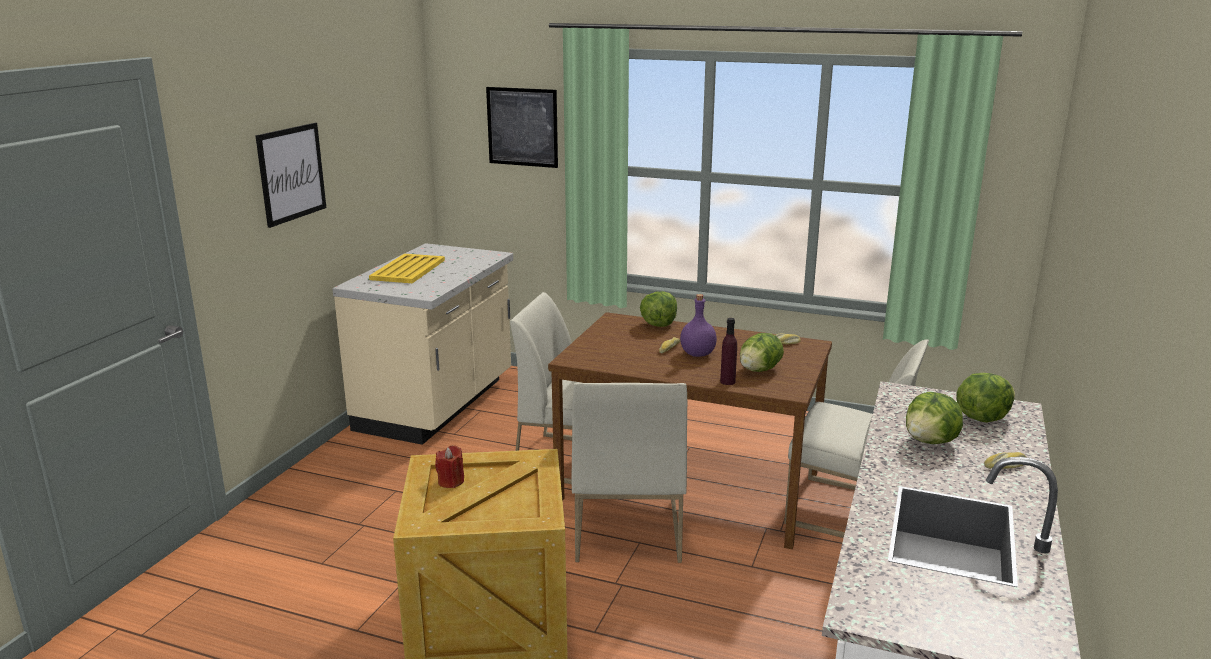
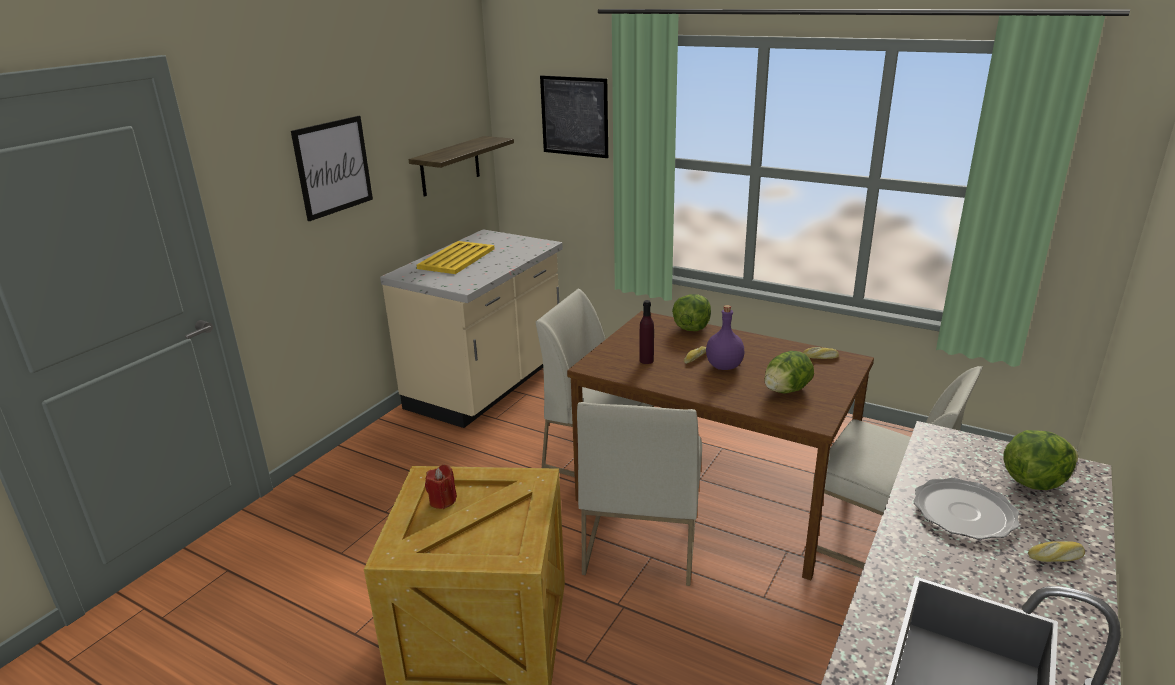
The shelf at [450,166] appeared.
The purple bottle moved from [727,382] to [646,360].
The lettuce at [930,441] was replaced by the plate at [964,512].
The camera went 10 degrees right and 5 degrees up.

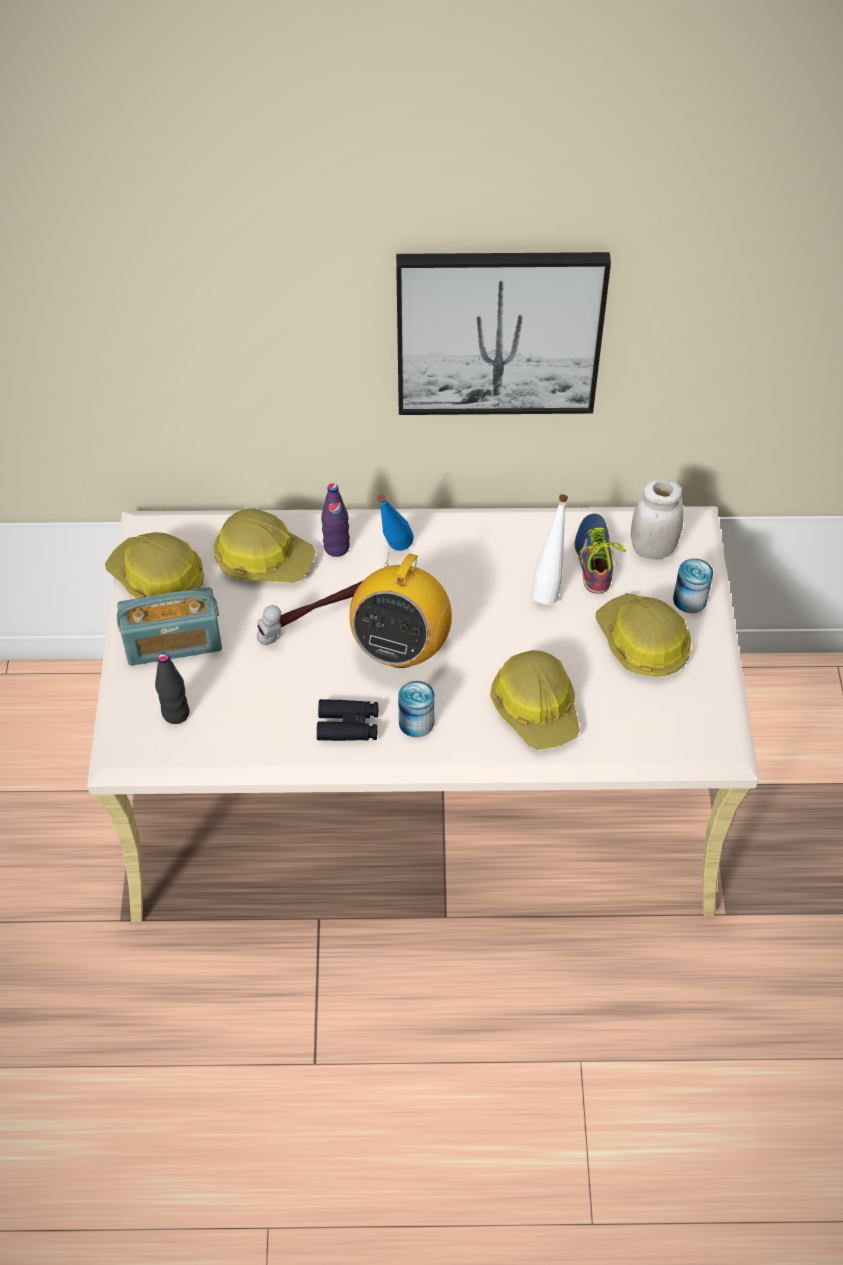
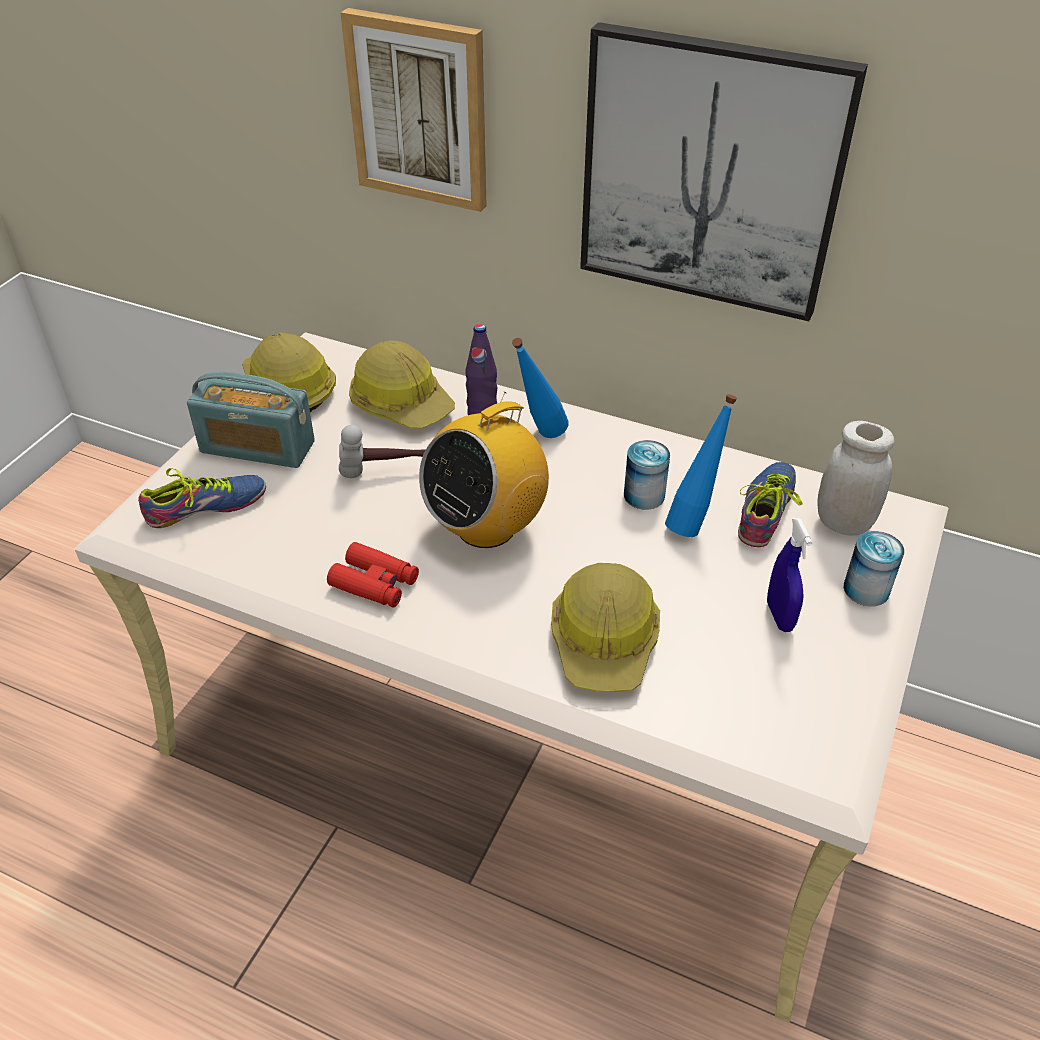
The picture at [419,110] appeared.
The can moved from [416,722] to [644,495].
The black bottle at [176,713] was replaced by the shoe at [208,509].
The hard hat at [642,643] was replaced by the blue spray bottle at [779,616].
The black binoculars at [348,725] became the red binoculars at [375,583].
The white bottle at [548,587] became the blue bottle at [693,522].
The camera went 25 degrees right and 10 degrees down.

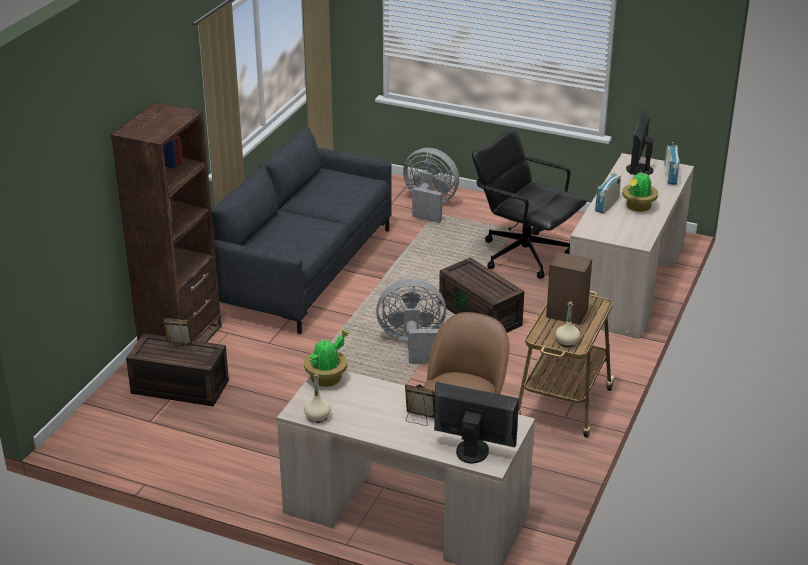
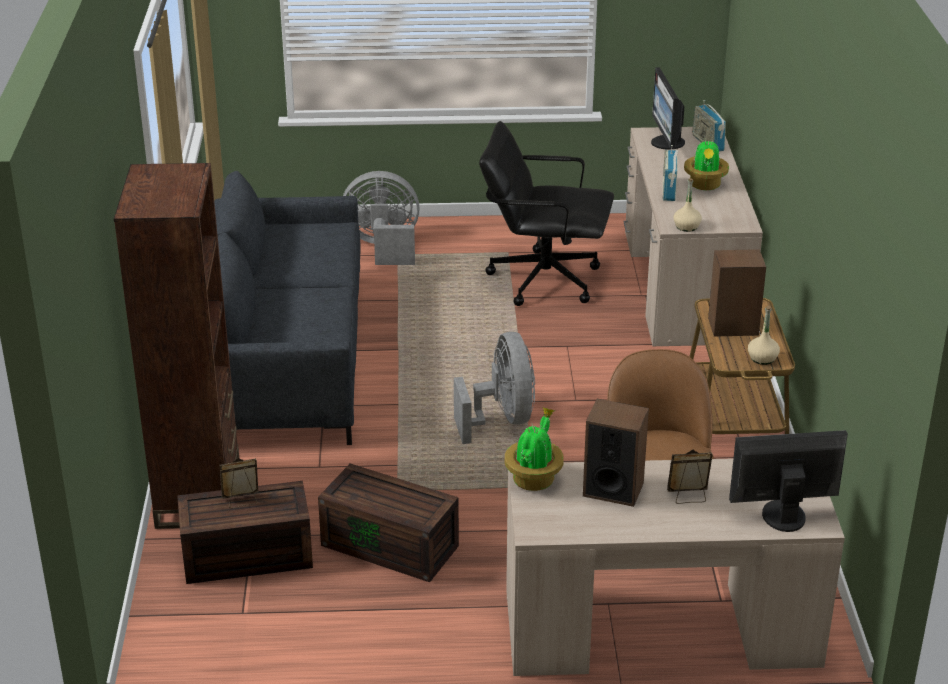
The speaker at [613,489] appeared.
The beige bottle moved from [317,416] to [686,226].
The brown storage box moved from [482,314] to [392,545].
The grey fan at [413,344] turned 105 degrees clockwise.
The camera went 25 degrees left and 0 degrees up.

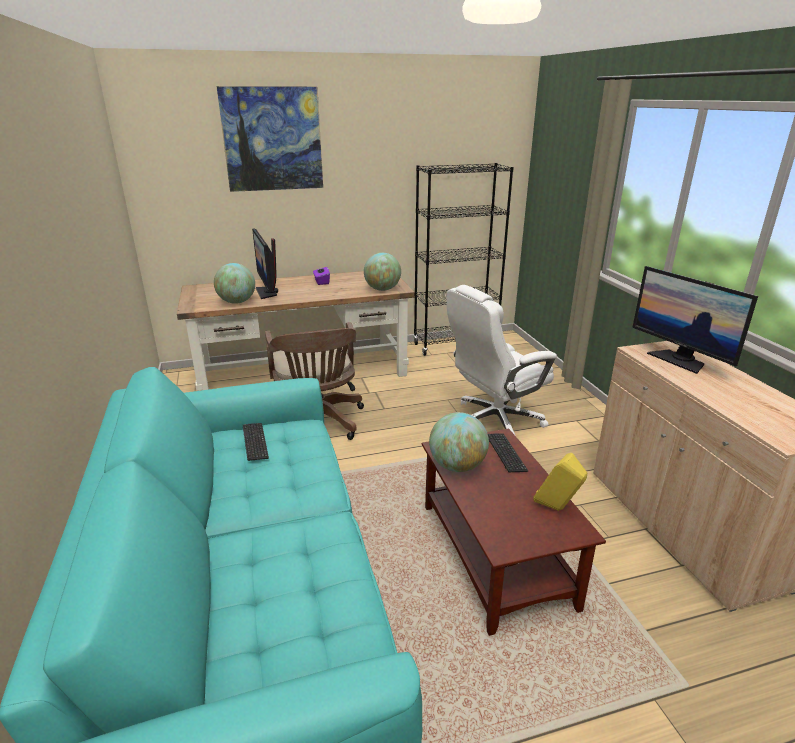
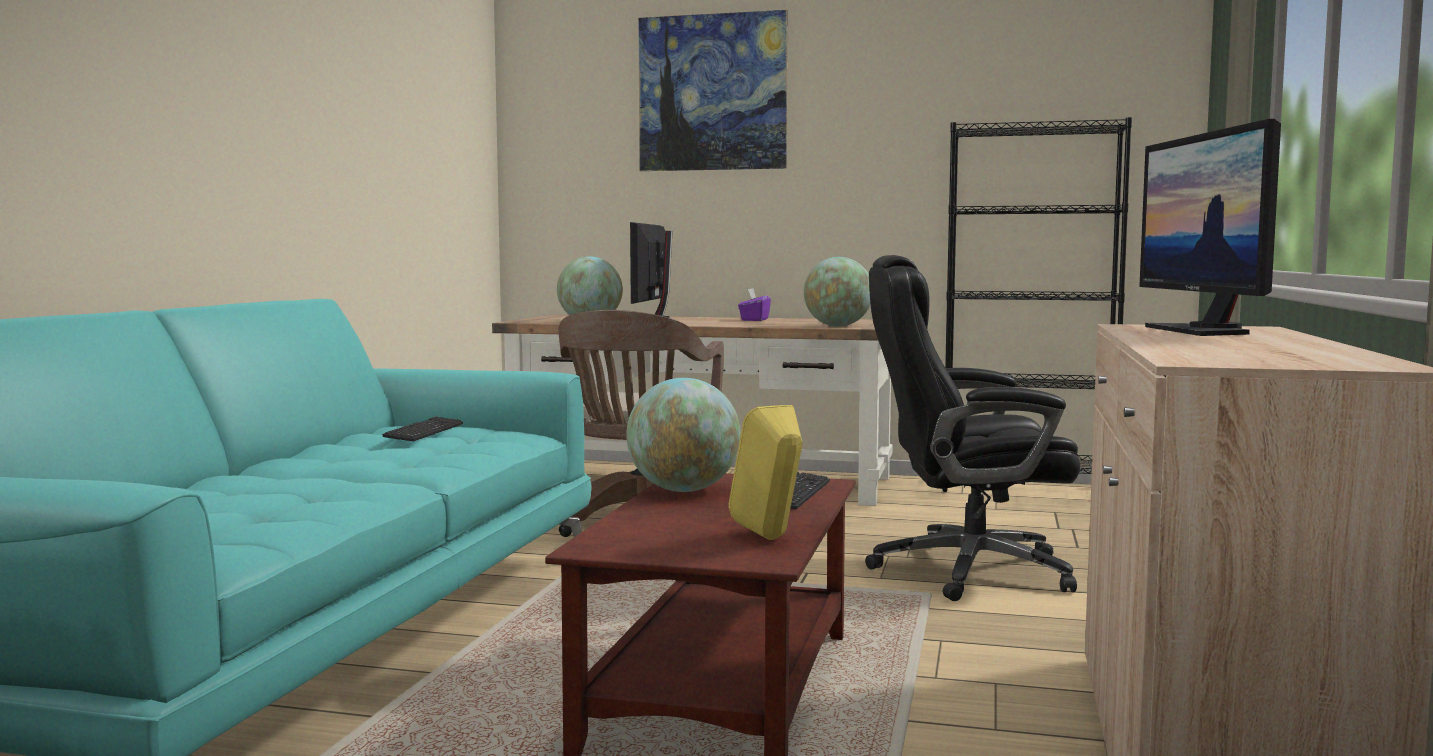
The white office chair at [494,422] became the black office chair at [966,571].
The camera went 30 degrees right and 20 degrees down.

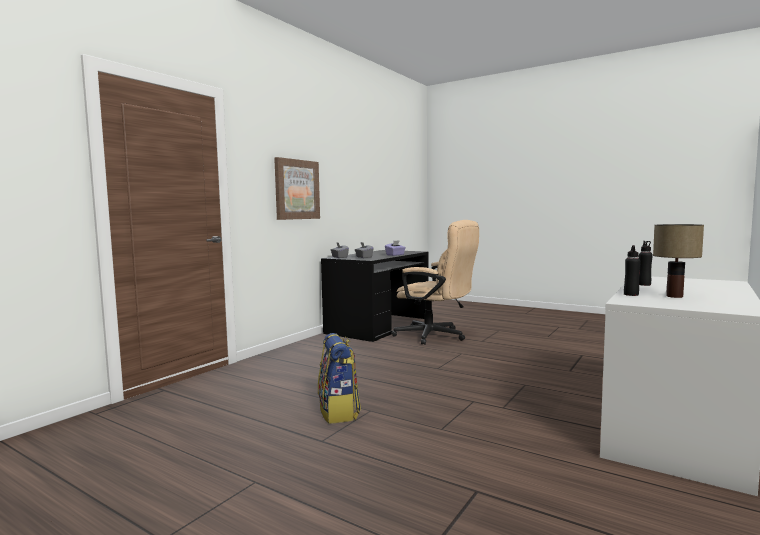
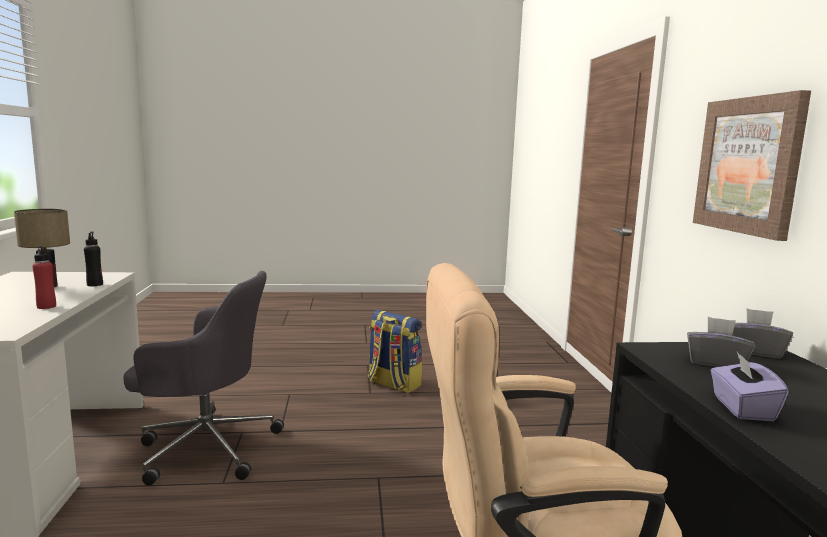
The grey office chair at [205,447] appeared.
The black bottle at [644,284] became the red bottle at [46,306].
The camera went 140 degrees right and 5 degrees up.

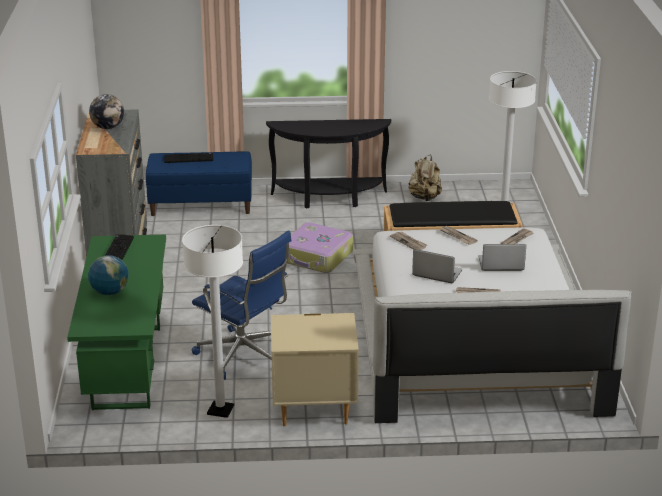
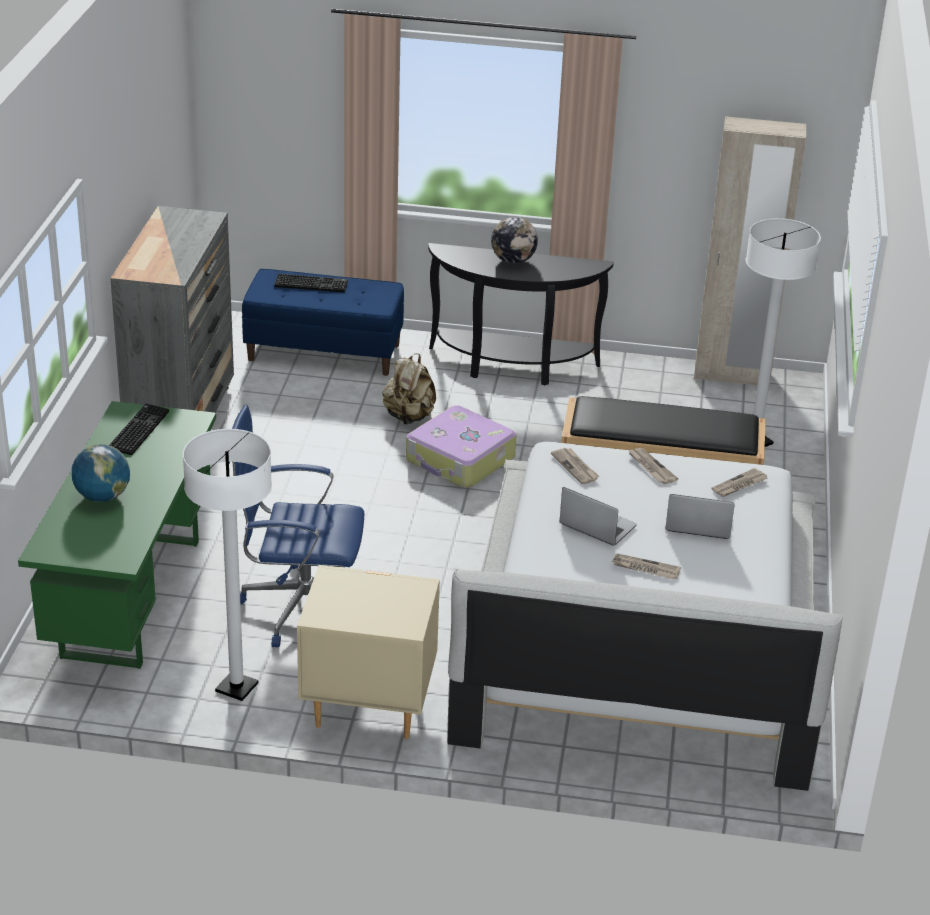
The beige wardrobe at [732,375] appeared.
The globe moved from [108,127] to [513,261].
The beige backpack moved from [425,197] to [409,417].
The blue office chair at [244,356] turned 135 degrees clockwise.
The camera went 10 degrees right and 5 degrees up.

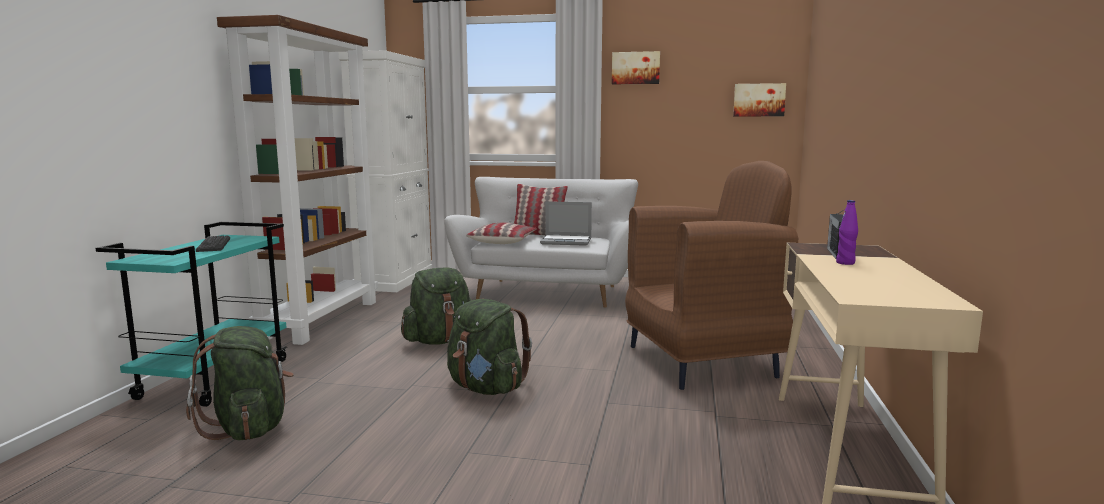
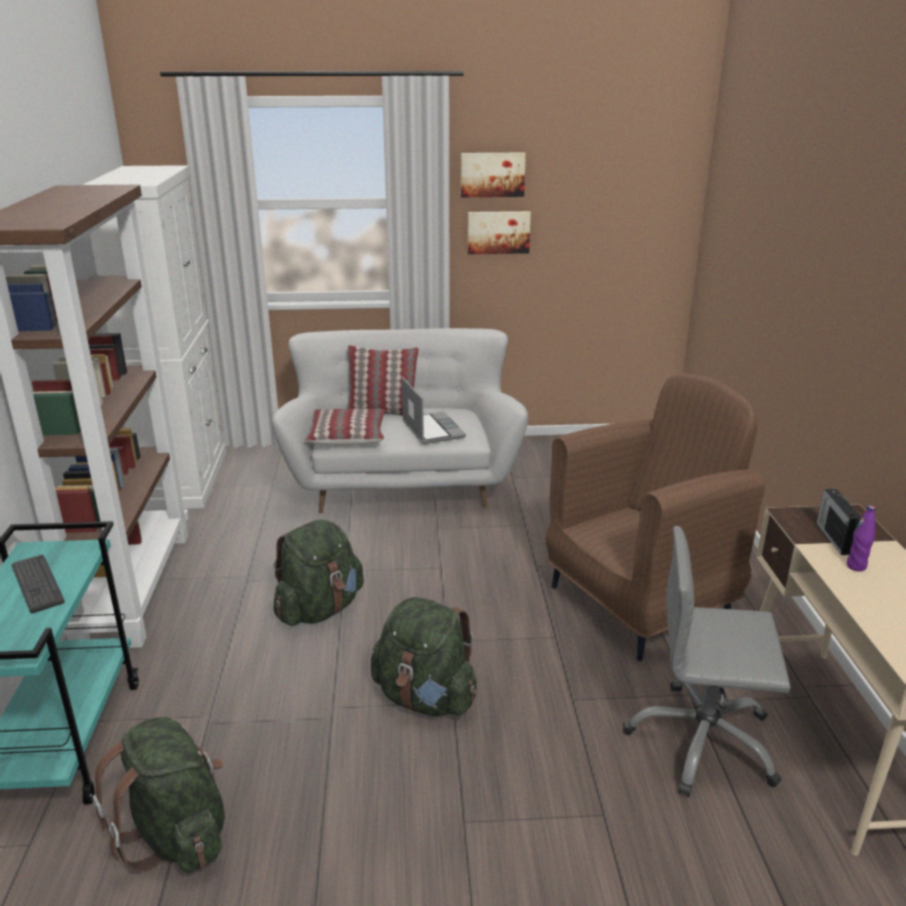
The grey office chair at [702,741] appeared.
The picture moved from [759,100] to [498,232].
The laptop at [567,241] turned 105 degrees counterclockwise.
The camera went 15 degrees left and 15 degrees up.

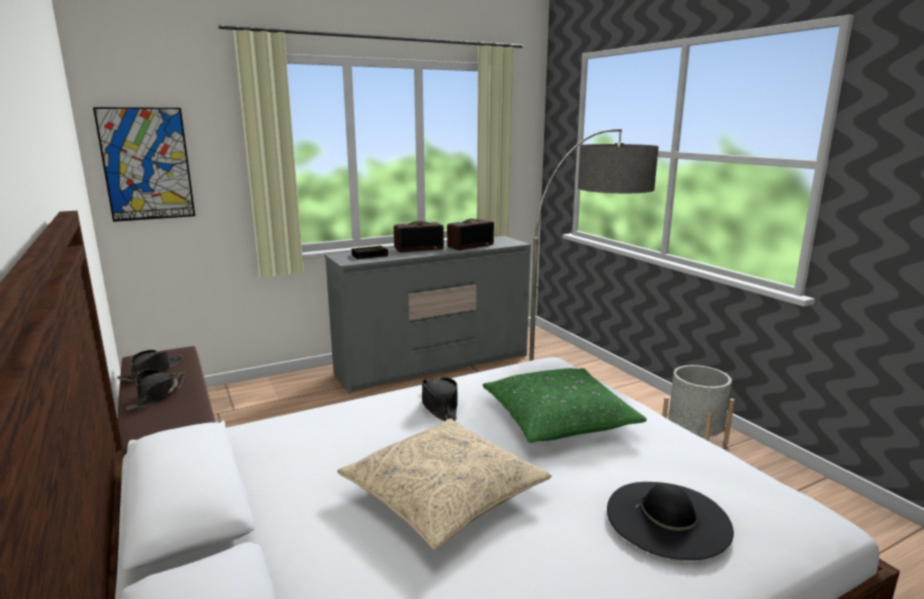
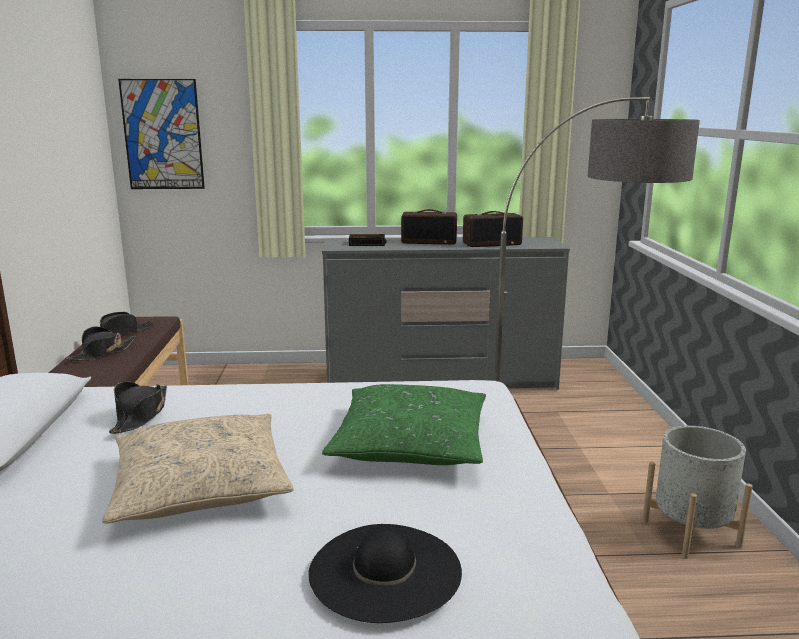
The black hat moved from [439,405] to [140,415].
The camera went 25 degrees right and 0 degrees up.

